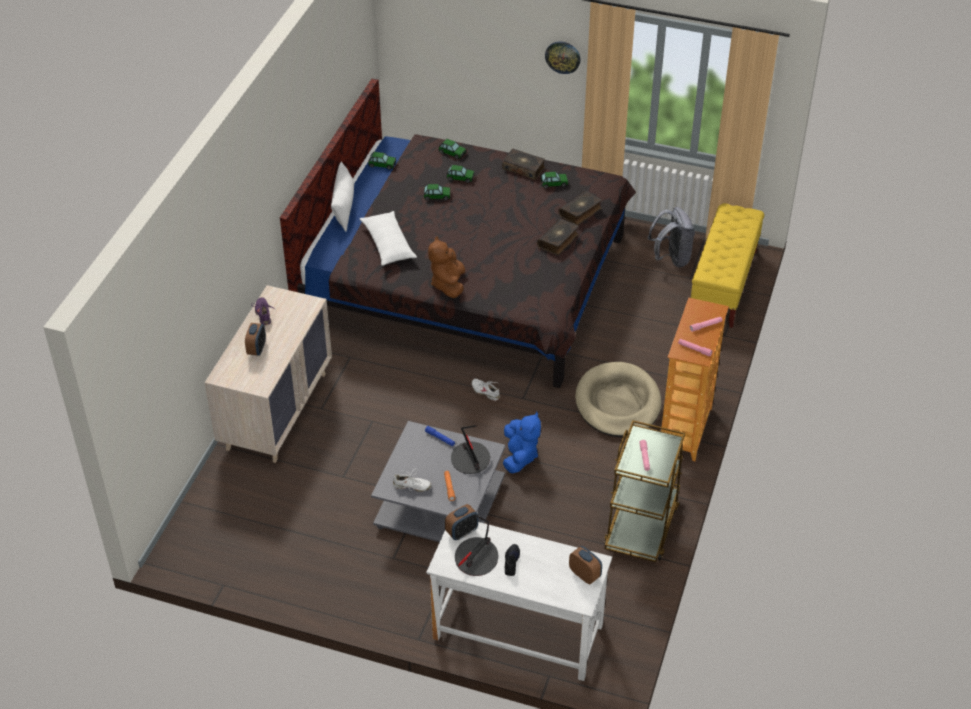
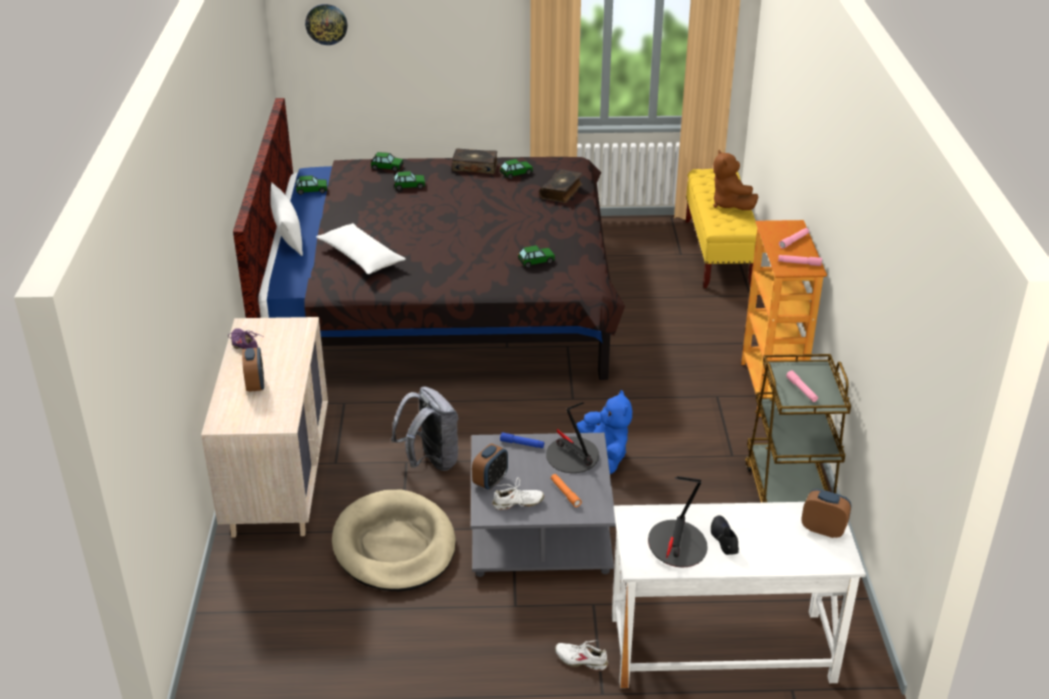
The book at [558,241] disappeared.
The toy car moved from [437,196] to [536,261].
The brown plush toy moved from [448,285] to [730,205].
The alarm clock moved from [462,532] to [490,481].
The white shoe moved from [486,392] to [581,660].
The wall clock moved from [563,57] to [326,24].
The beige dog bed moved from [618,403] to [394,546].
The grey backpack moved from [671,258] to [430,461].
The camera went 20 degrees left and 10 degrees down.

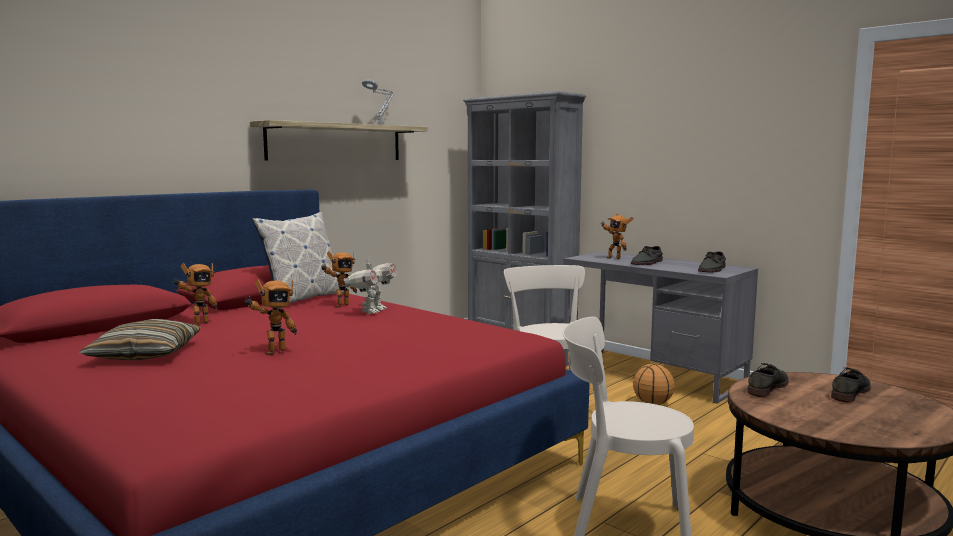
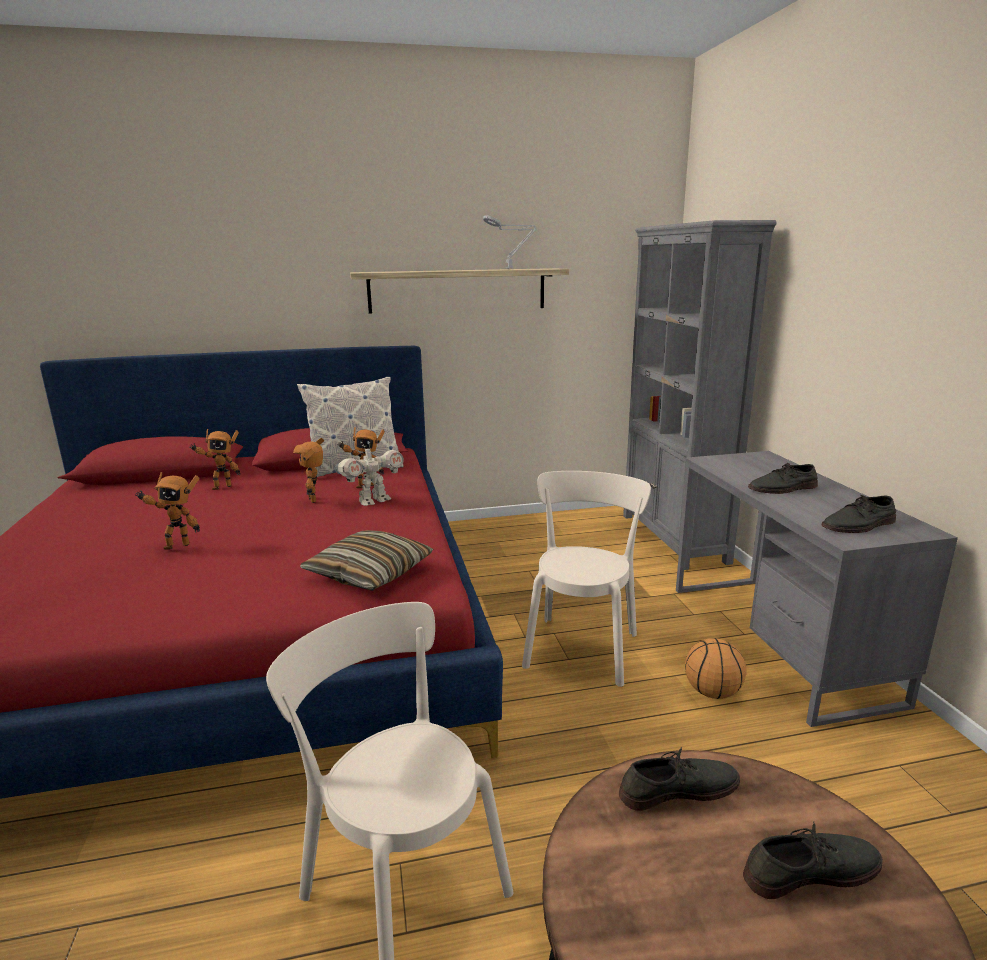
The pillow moved from [145,354] to [370,573].
The toy robot moved from [614,258] to [315,499].
The camera went 35 degrees right and 10 degrees up.

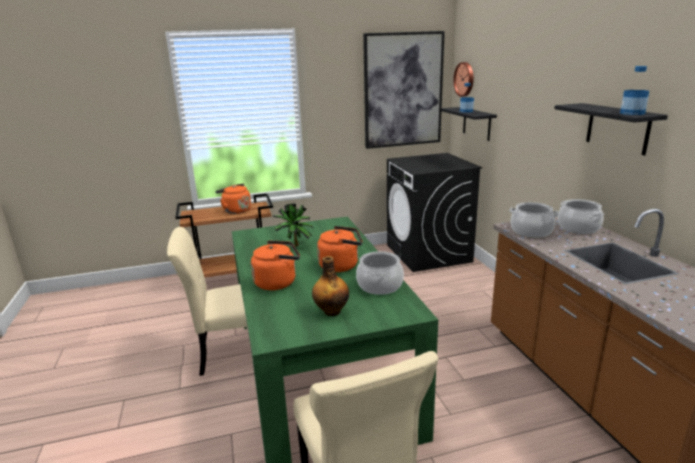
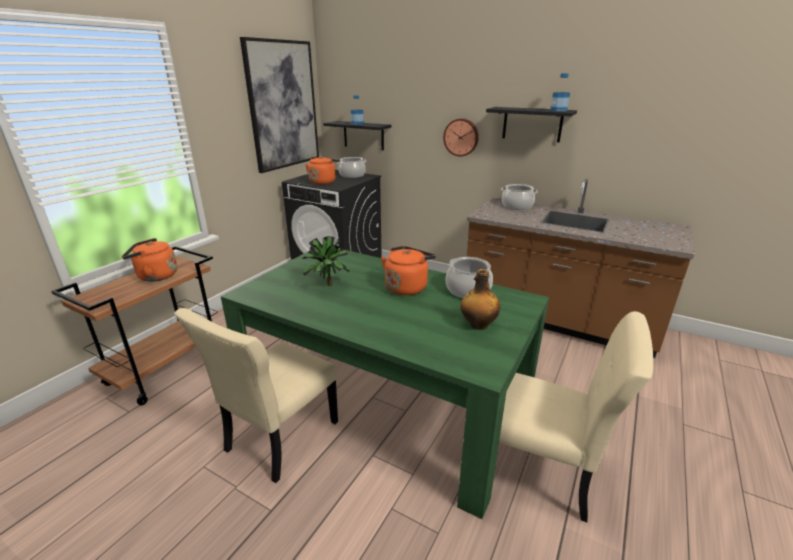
The orange kettle moved from [278,282] to [323,182].
The wall clock moved from [465,79] to [461,137].
The cooking pot moved from [531,231] to [352,175].
The camera went 45 degrees left and 5 degrees up.

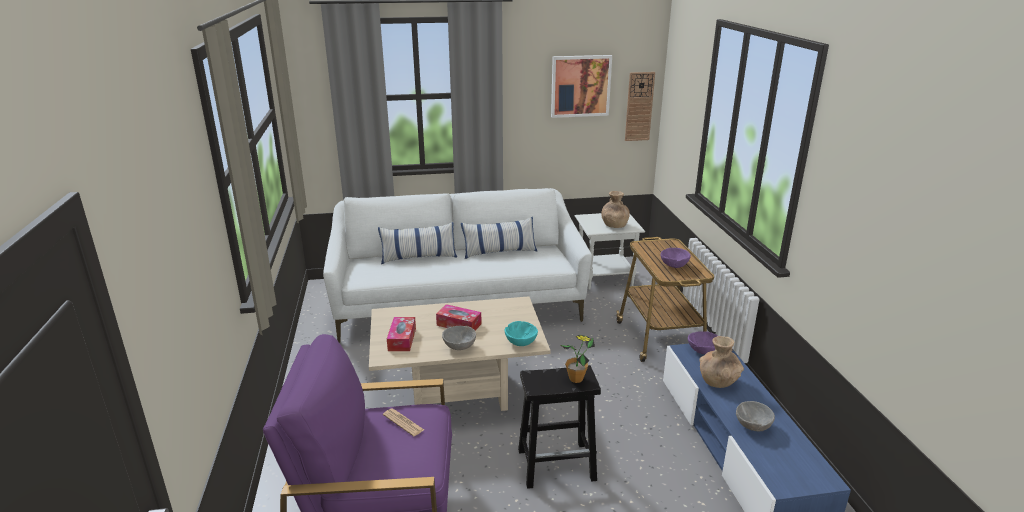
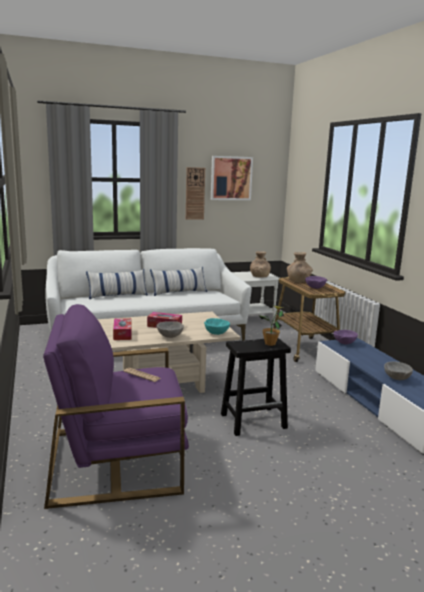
The wall clock moved from [639,106] to [195,193].
The brown vase moved from [718,381] to [298,281].
The camera went 10 degrees left and 10 degrees down.

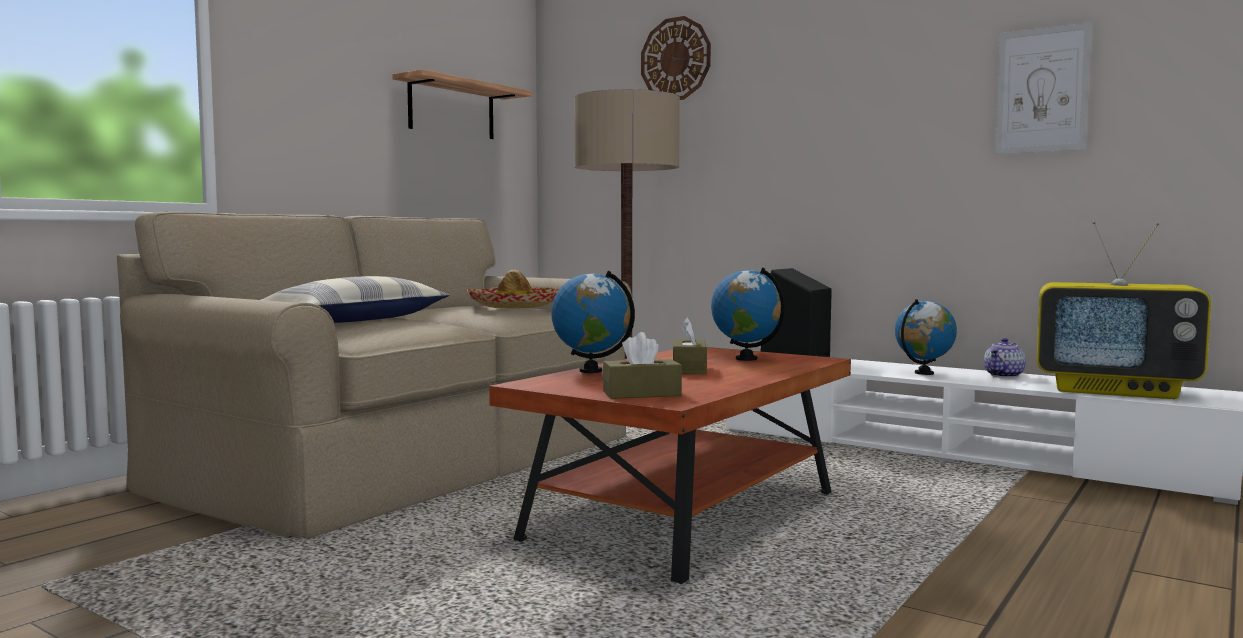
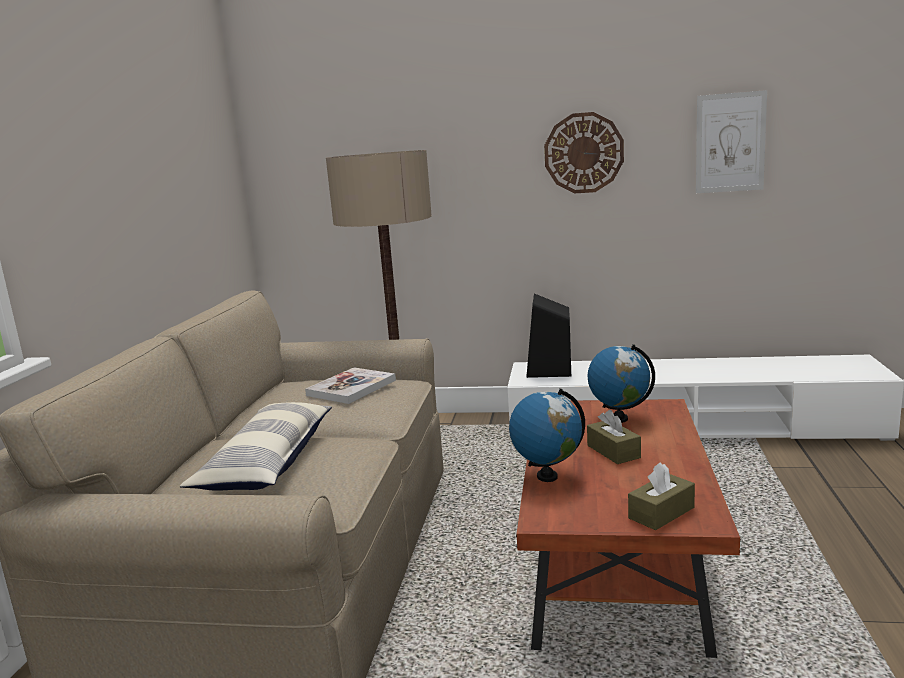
The shelf at [452,109] disappeared.
The globe at [924,373] disappeared.
The teapot at [1004,376] disappeared.
The television at [1115,390] disappeared.
The wall clock moved from [675,59] to [583,153].
The hat at [513,306] was replaced by the book at [351,388].
The camera went 25 degrees left and 10 degrees up.

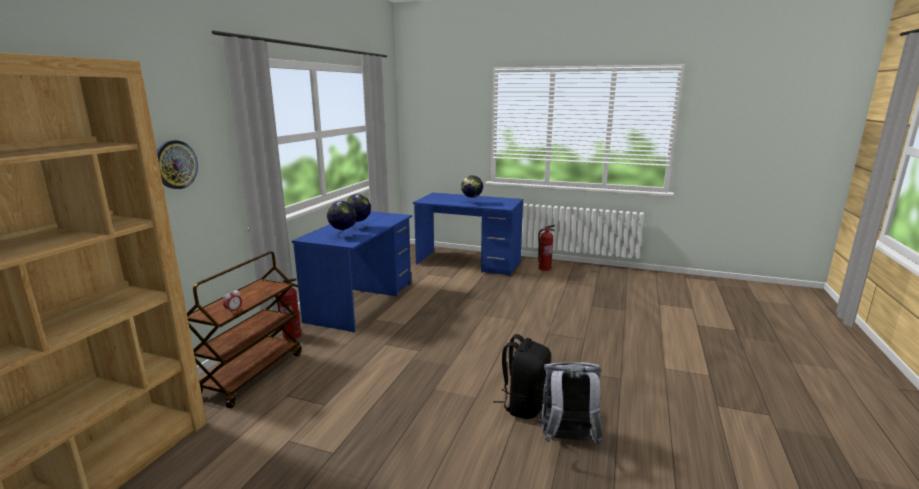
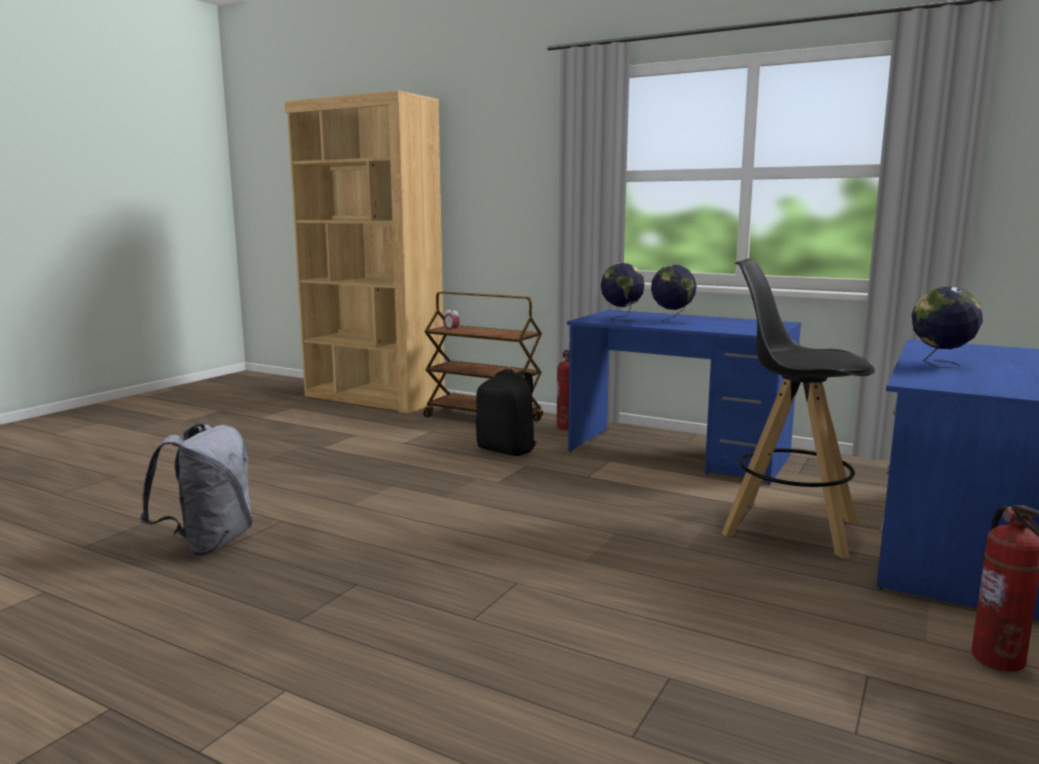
The wall clock at [175,164] disappeared.
The black stool at [788,527] appeared.
The black backpack moved from [524,405] to [507,450].
The camera went 100 degrees right and 5 degrees down.

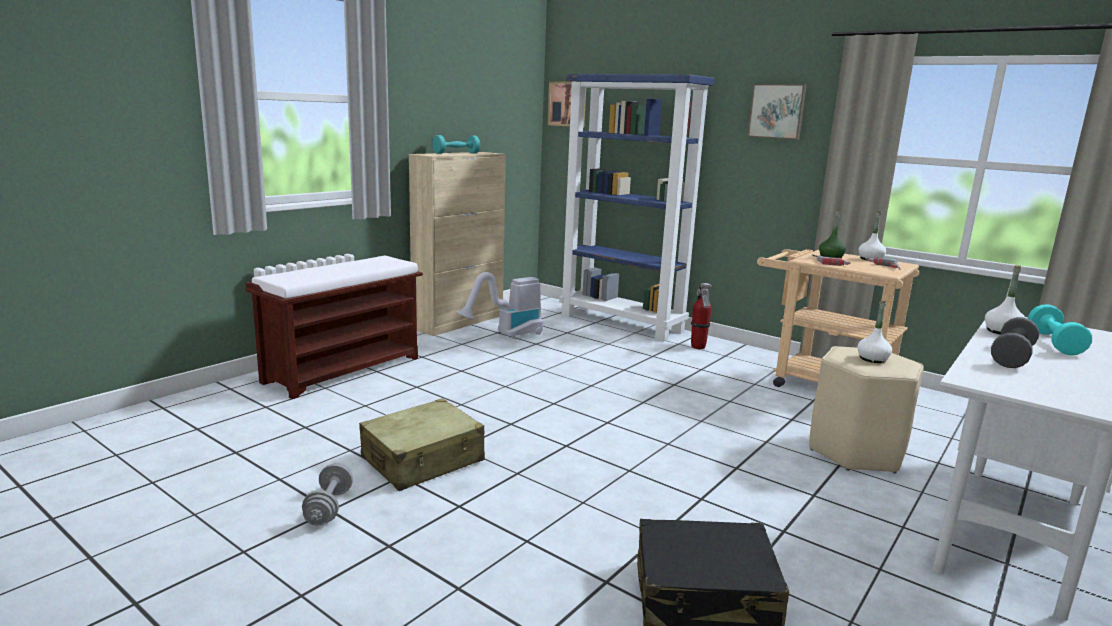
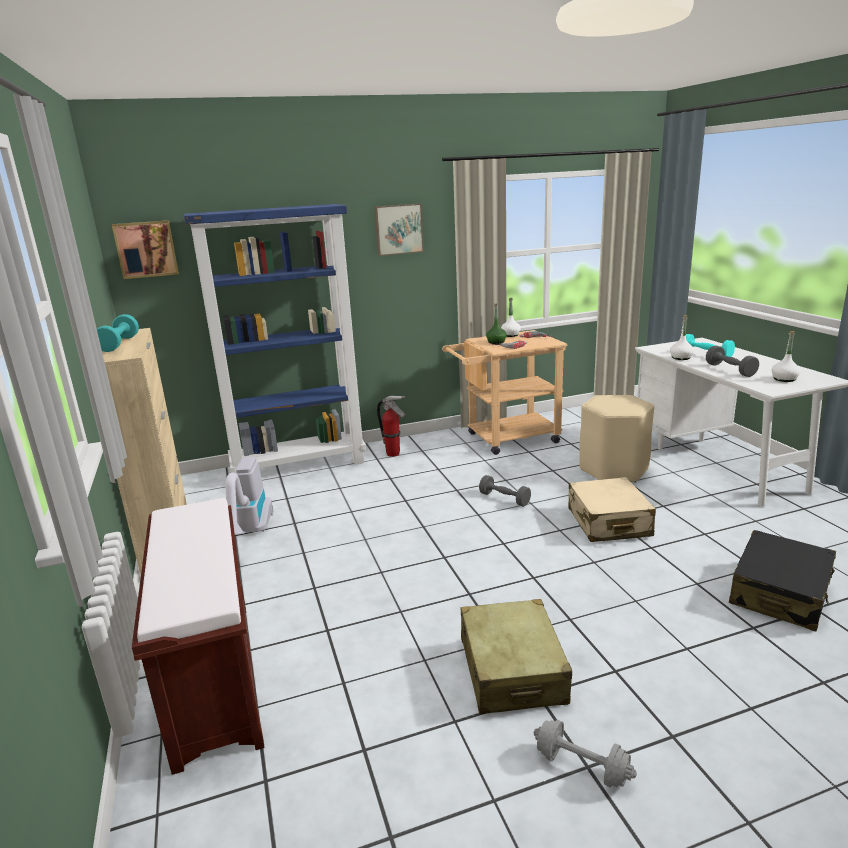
The grey dumbbell at [504,499] appeared.
The beige suitcase at [608,522] appeared.
The white bottle moved from [872,359] to [784,379].
The camera went 55 degrees left and 5 degrees up.

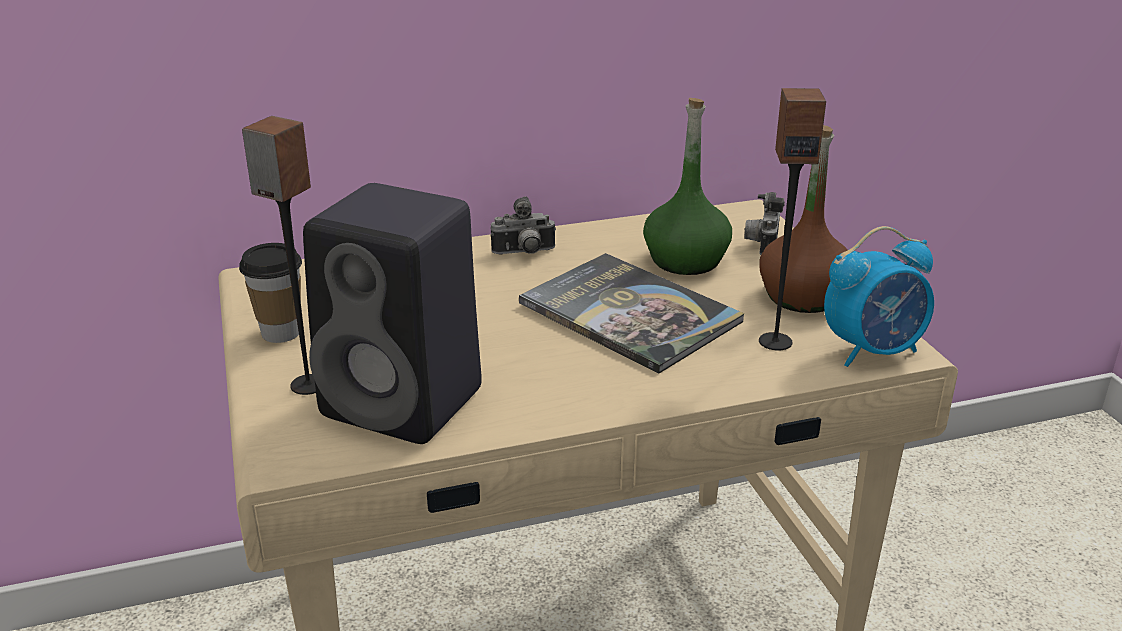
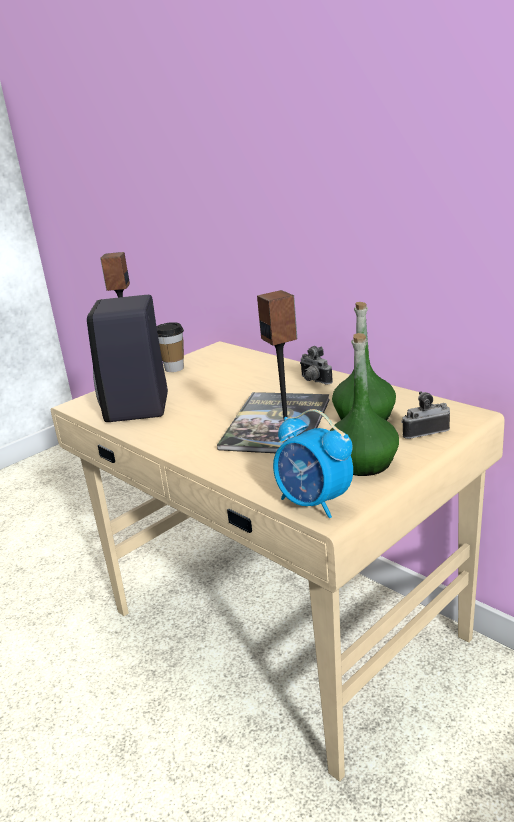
The brown bottle at [803,296] became the green bottle at [363,463].
The camera went 65 degrees right and 5 degrees down.

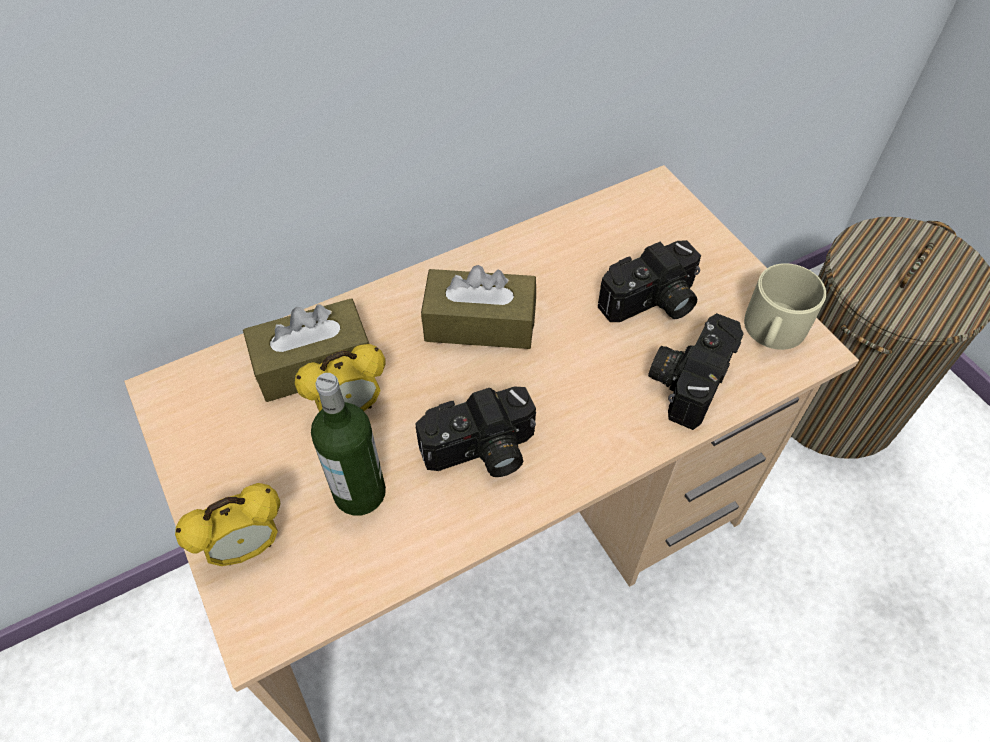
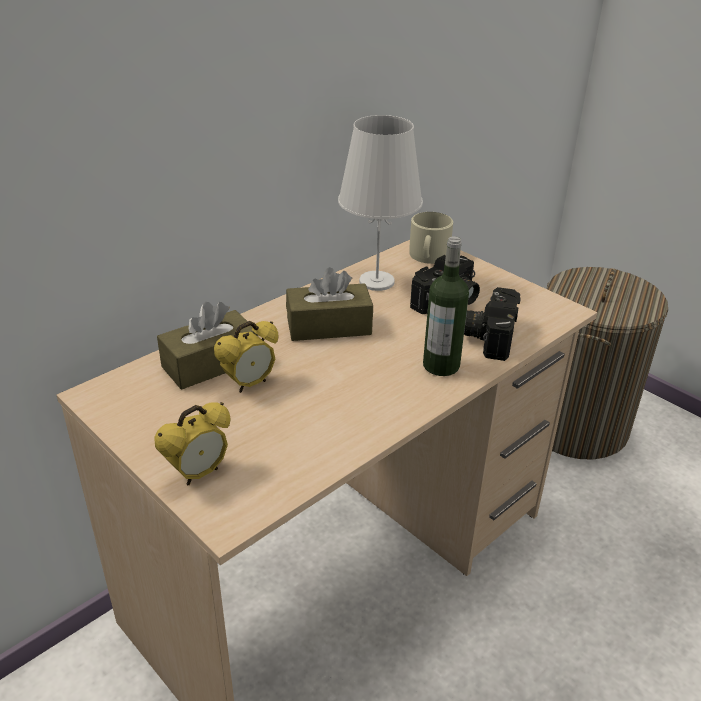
The photo camera at [481,452] disappeared.
The white table lamp at [377,281] appeared.
The bottle moved from [359,492] to [441,365].
The beige mug moved from [772,331] to [428,256].
The camera went 15 degrees left and 20 degrees down.

